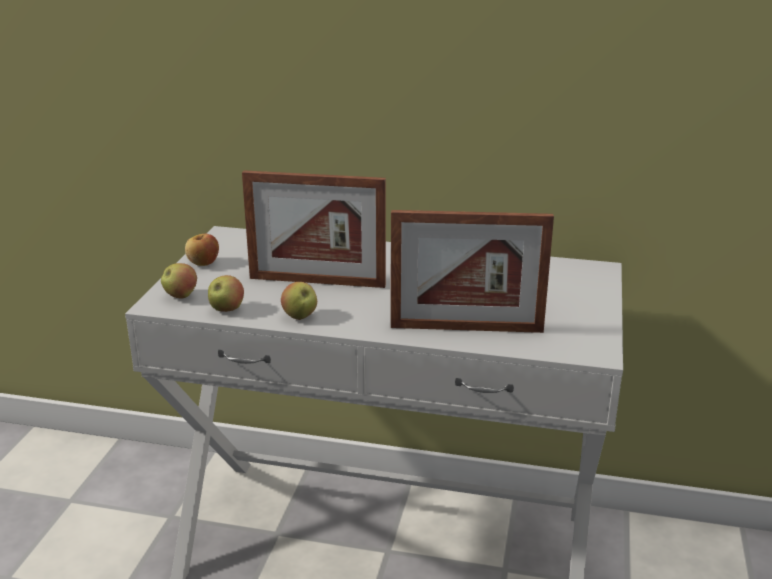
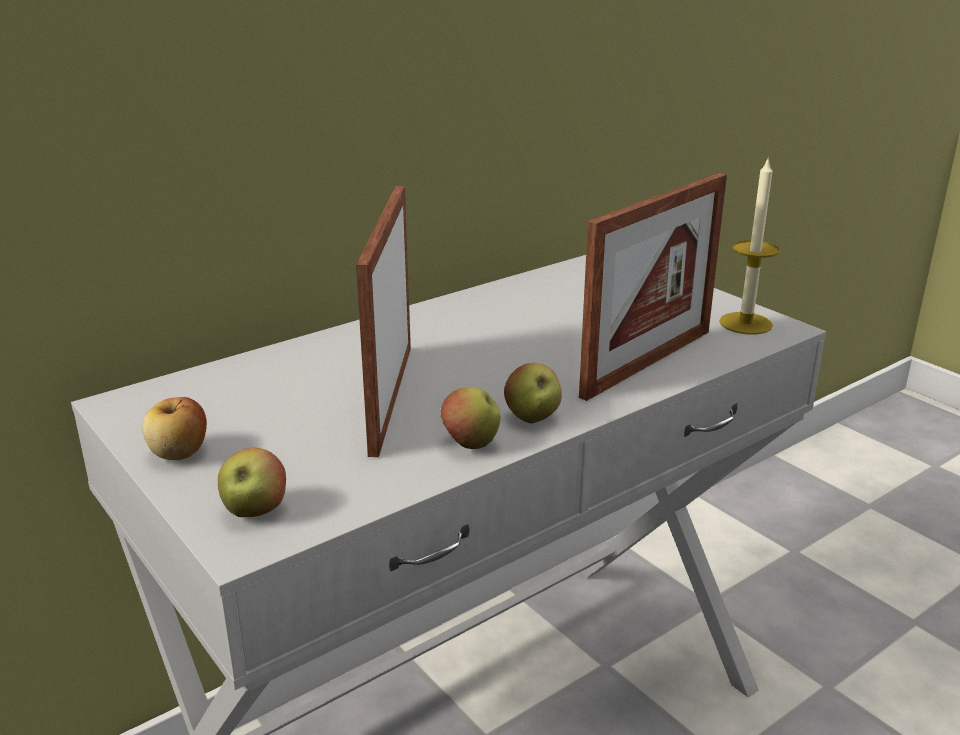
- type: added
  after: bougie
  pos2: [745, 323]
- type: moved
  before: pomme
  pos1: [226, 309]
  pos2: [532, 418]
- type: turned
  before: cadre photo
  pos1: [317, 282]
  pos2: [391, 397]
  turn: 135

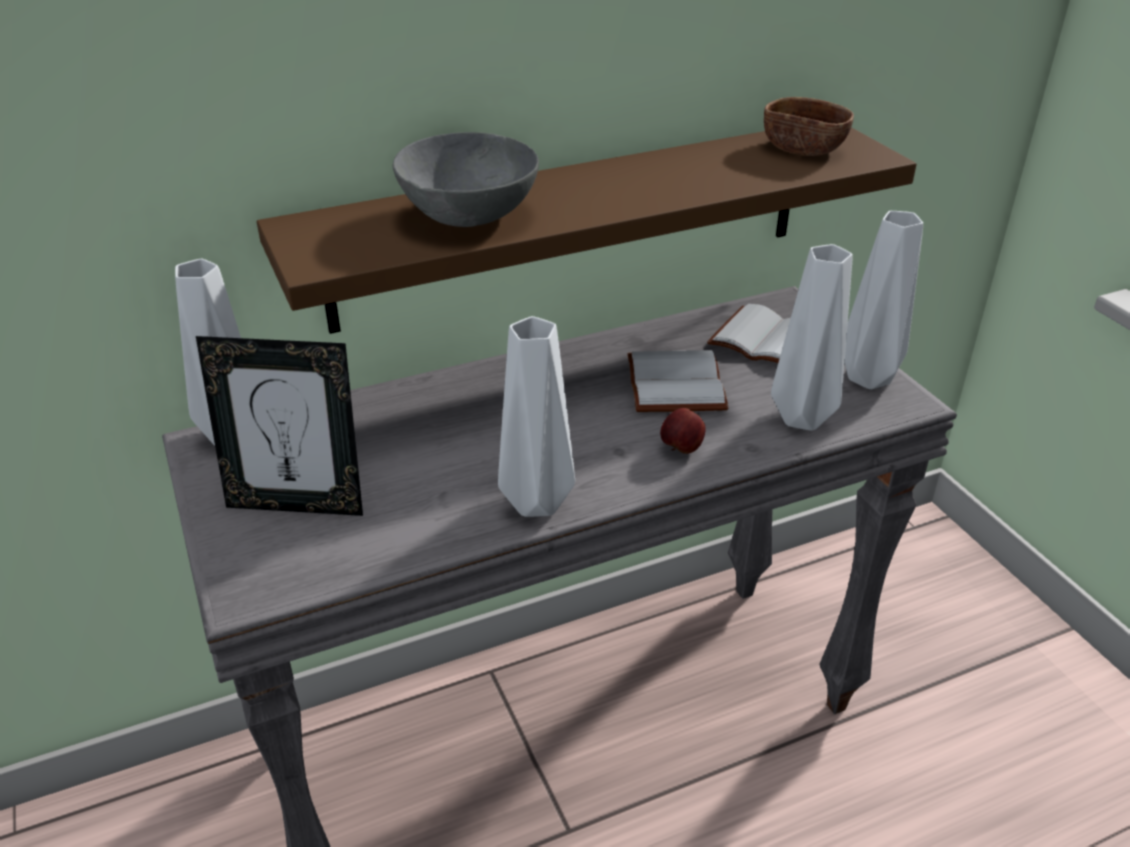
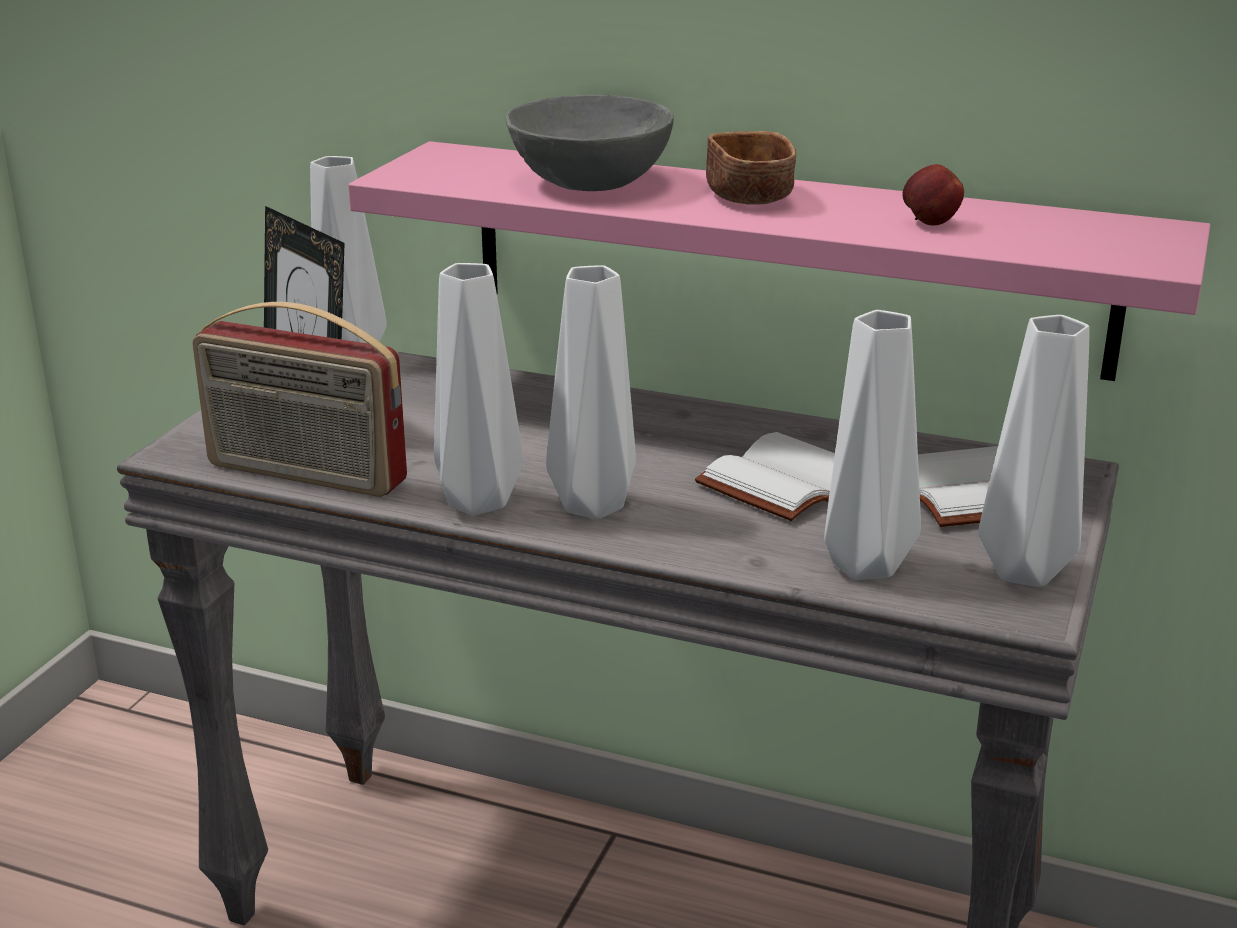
- type: added
  after: radio
  pos2: [304, 475]
- type: added
  after: vase/blanc
  pos2: [591, 507]
- type: moved
  before: pomme
  pos1: [681, 449]
  pos2: [929, 223]
- type: moved
  before: bol/marron
  pos1: [803, 148]
  pos2: [749, 197]
- type: recoloured
  before: étagère/marron
  after: étagère/rose
  pos1: [574, 223]
  pos2: [783, 257]

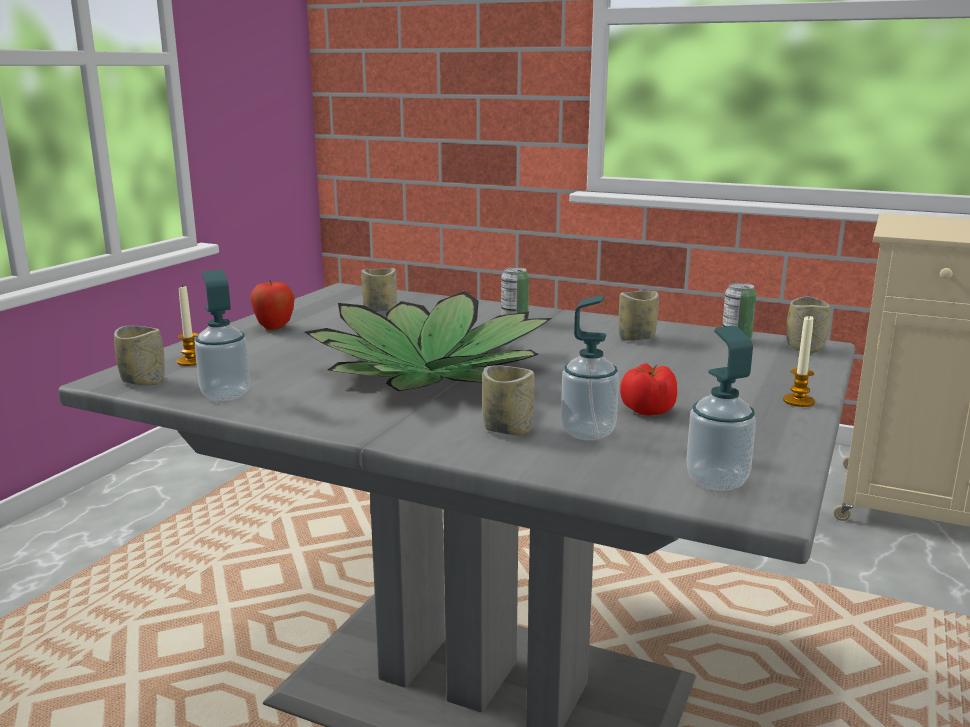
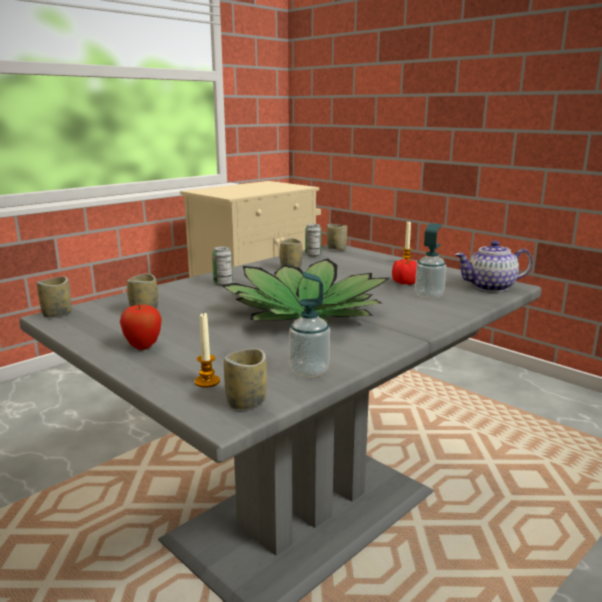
- type: moved
  before: tasse
  pos1: [508, 429]
  pos2: [57, 314]
- type: replaced
  before: distributeur de savon
  after: théière
  pos1: [716, 481]
  pos2: [490, 287]

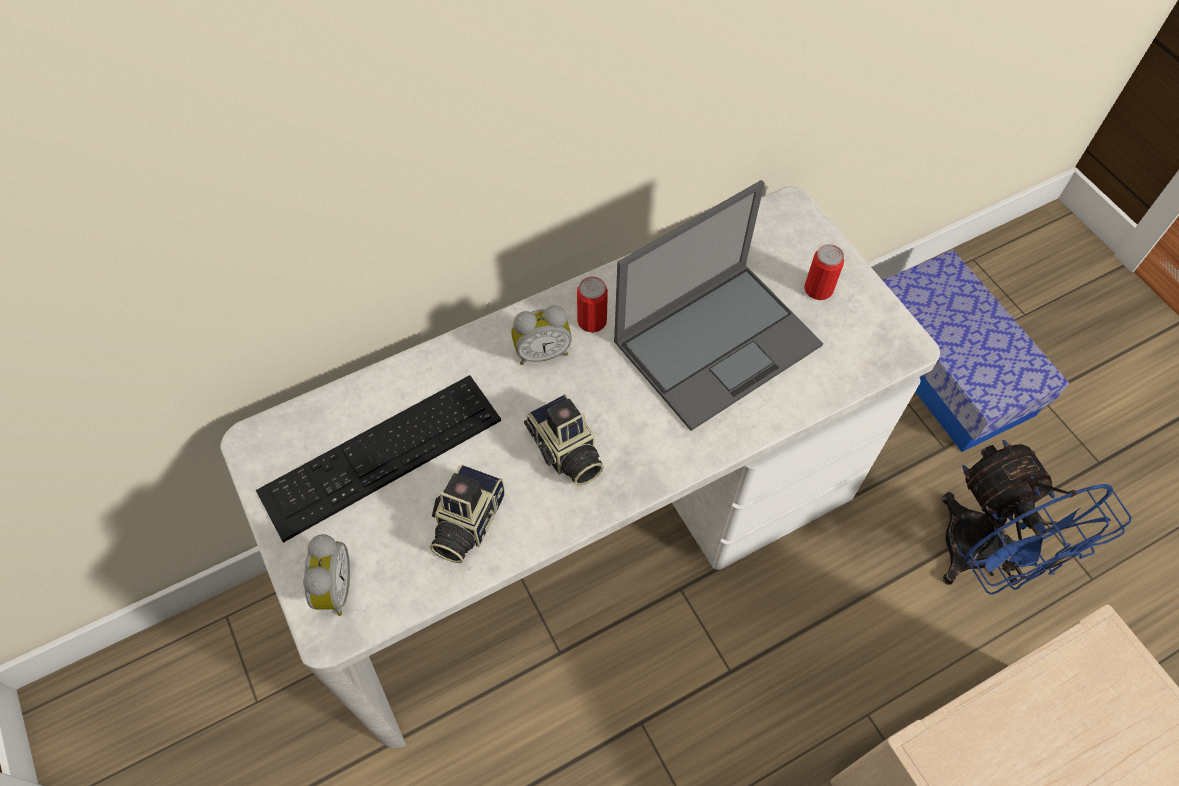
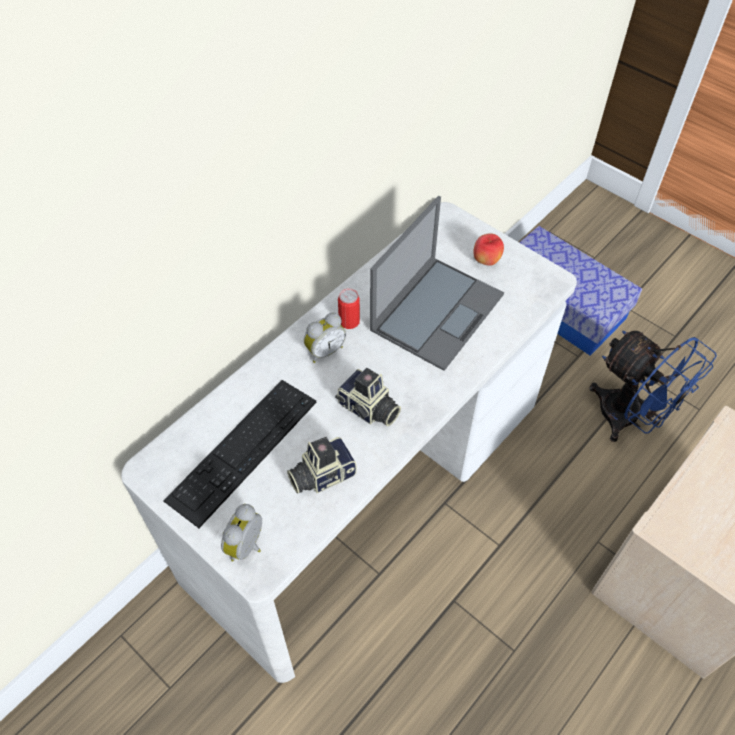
- type: replaced
  before: boîte métallique
  after: pomme
  pos1: [818, 289]
  pos2: [486, 261]
- type: turned
  before: réveil
  pos1: [333, 589]
  pos2: [248, 546]
  turn: -135
- type: turned
  before: appareil photo
  pos1: [465, 522]
  pos2: [321, 474]
  turn: 60

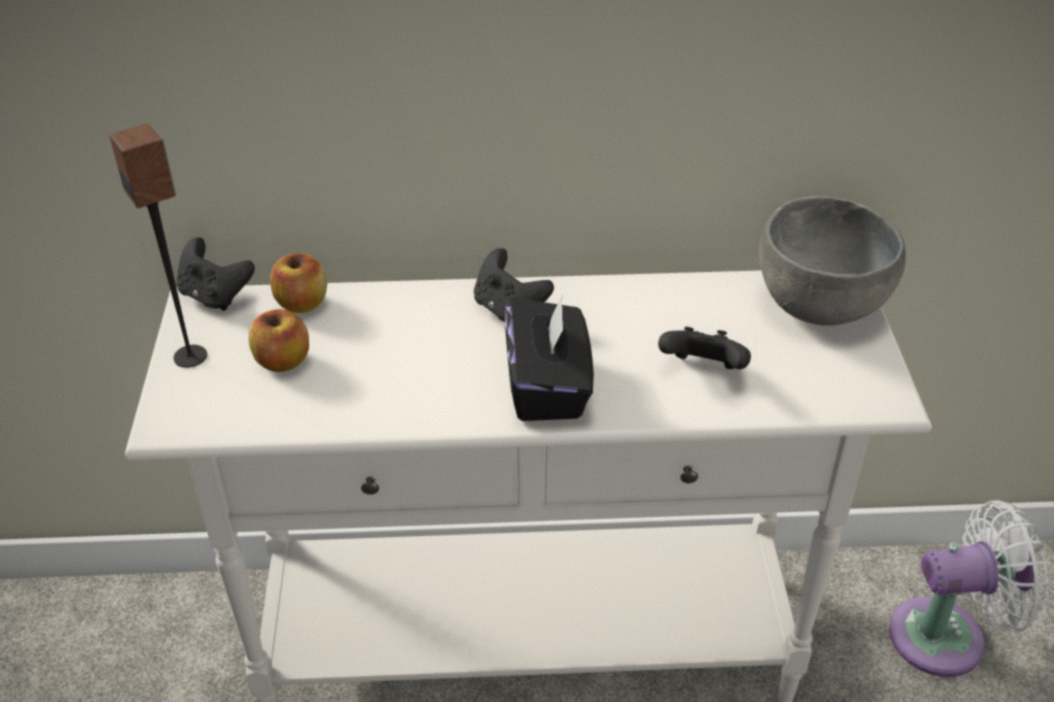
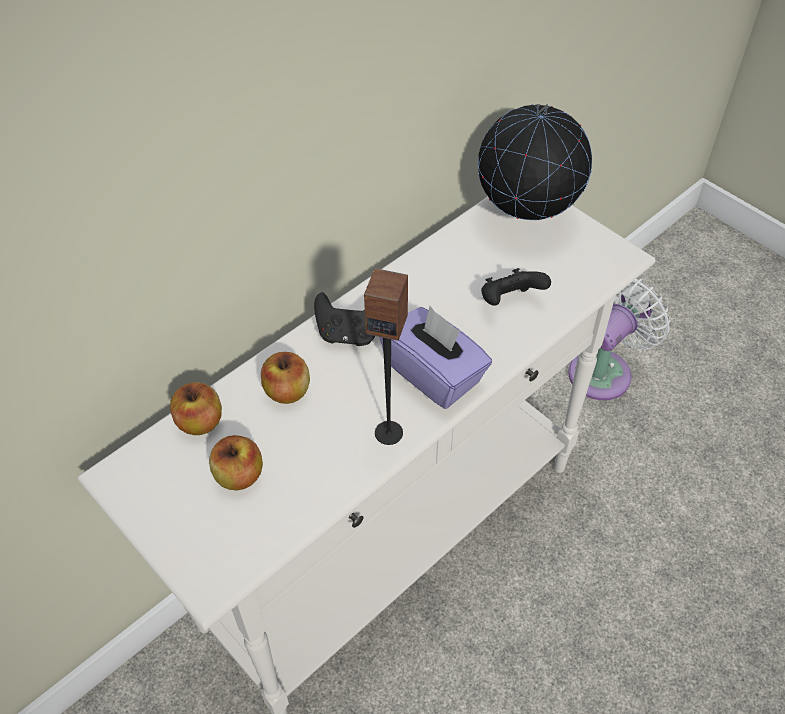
- type: removed
  before: manette/noir
  pos1: [215, 296]
- type: added
  after: pomme
  pos2: [287, 391]
- type: moved
  before: enceinte
  pos1: [191, 356]
  pos2: [389, 432]
- type: replaced
  before: bol/gris
  after: globe
  pos1: [817, 307]
  pos2: [526, 216]
- type: recoloured
  before: boîte à mouchoirs/noir
  after: boîte à mouchoirs/violet
  pos1: [547, 386]
  pos2: [434, 374]

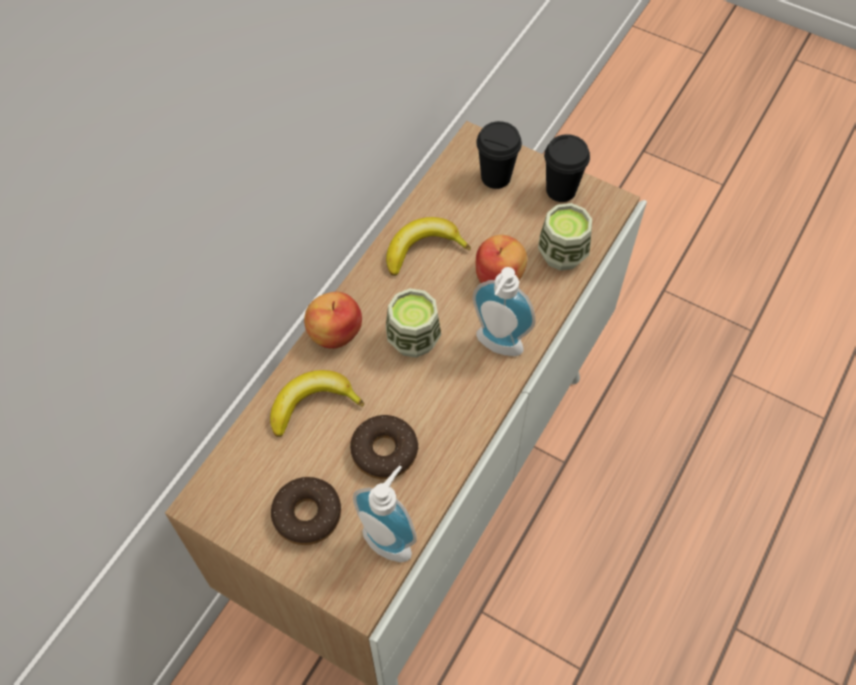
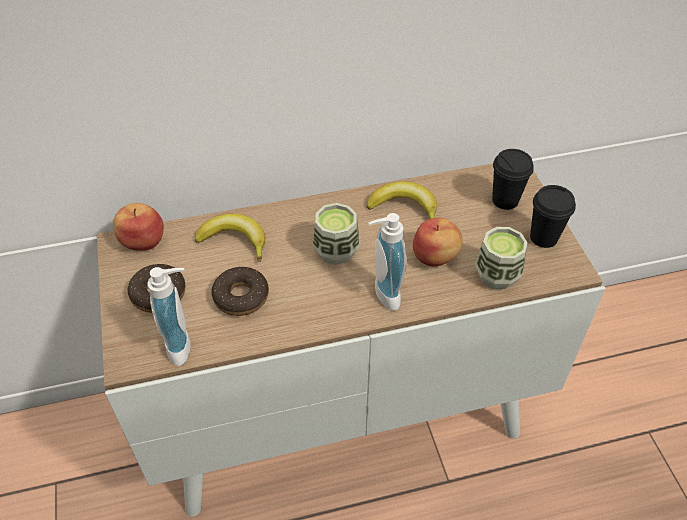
- type: moved
  before: pomme
  pos1: [335, 332]
  pos2: [142, 240]

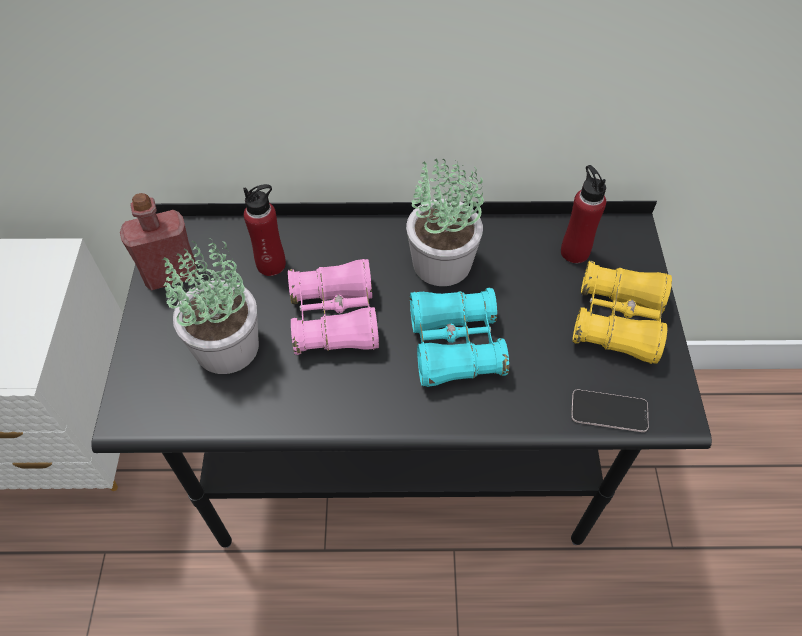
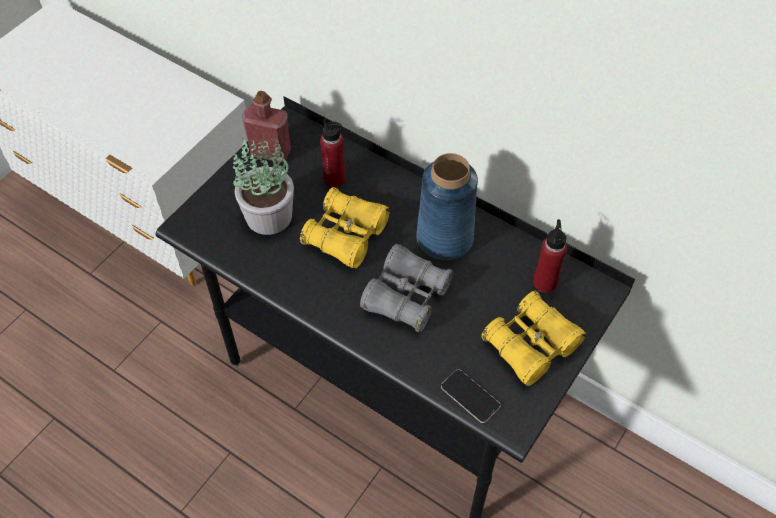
- type: replaced
  before: plante en pot
  after: vase/bleu
  pos1: [442, 264]
  pos2: [444, 239]
- type: recoloured
  before: jumelles/rose
  after: jumelles/jaune
  pos1: [335, 318]
  pos2: [346, 235]
- type: recoloured
  before: jumelles/turquoise
  after: jumelles/gris
  pos1: [455, 346]
  pos2: [406, 296]

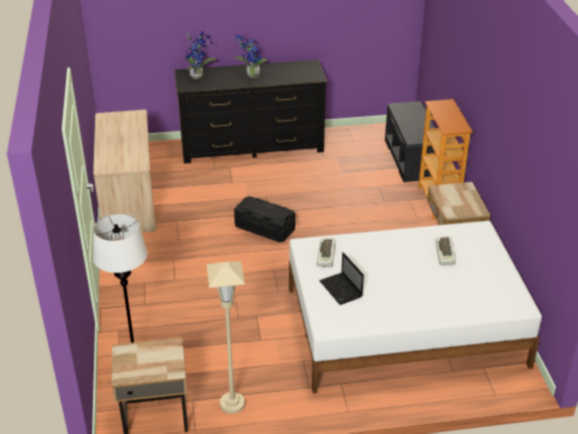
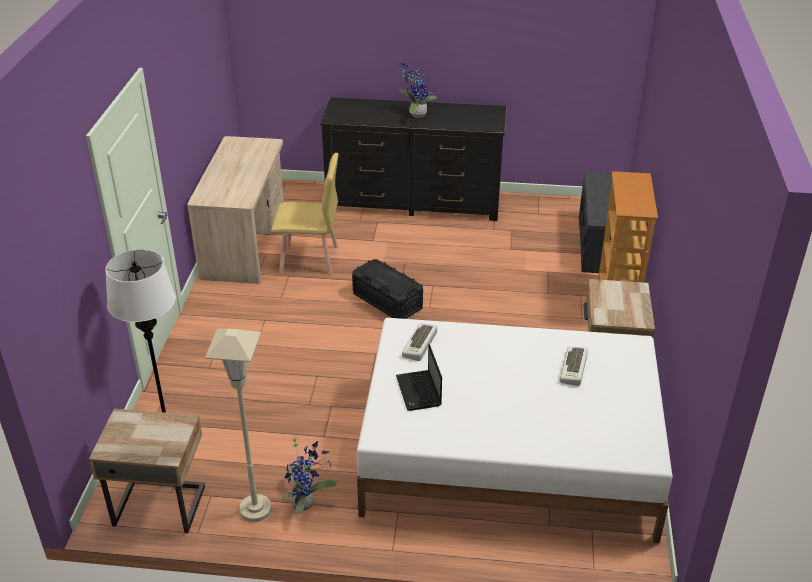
- type: added
  after: chaise/jaune
  pos2: [309, 259]
- type: moved
  before: plante en pot
  pos1: [198, 76]
  pos2: [306, 502]

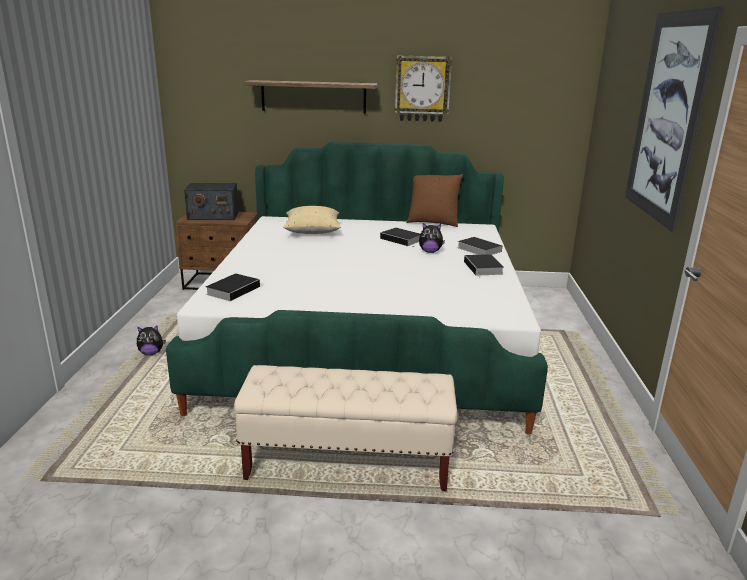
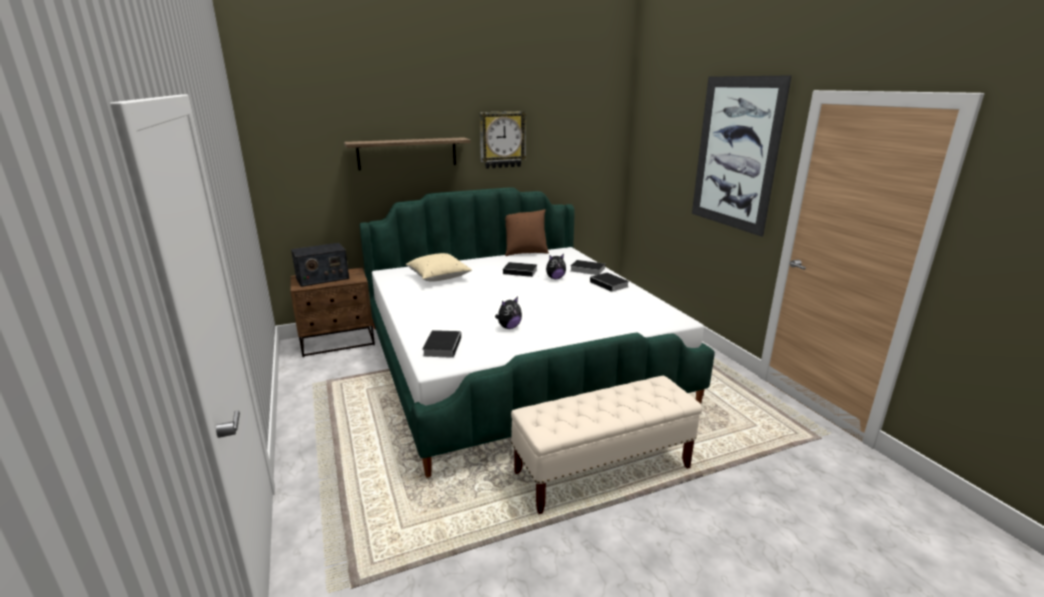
- type: moved
  before: peluche
  pos1: [151, 353]
  pos2: [509, 327]

